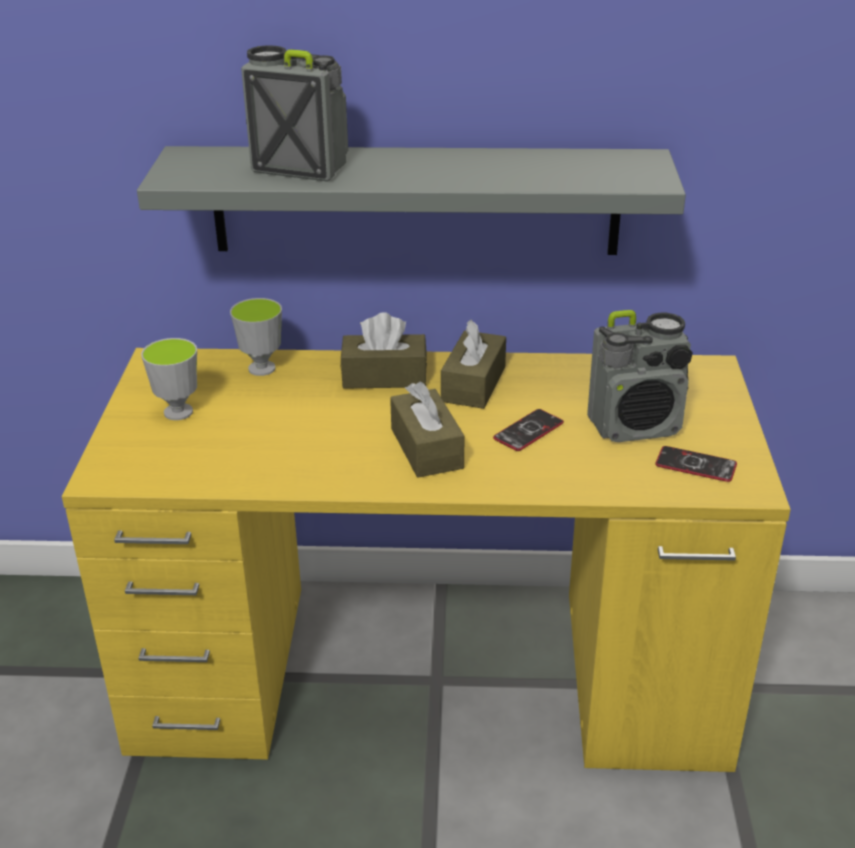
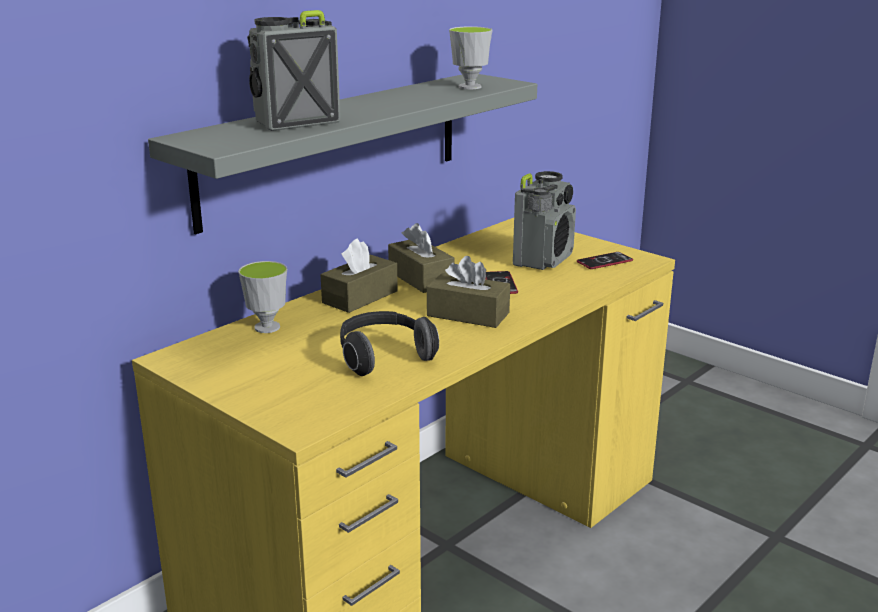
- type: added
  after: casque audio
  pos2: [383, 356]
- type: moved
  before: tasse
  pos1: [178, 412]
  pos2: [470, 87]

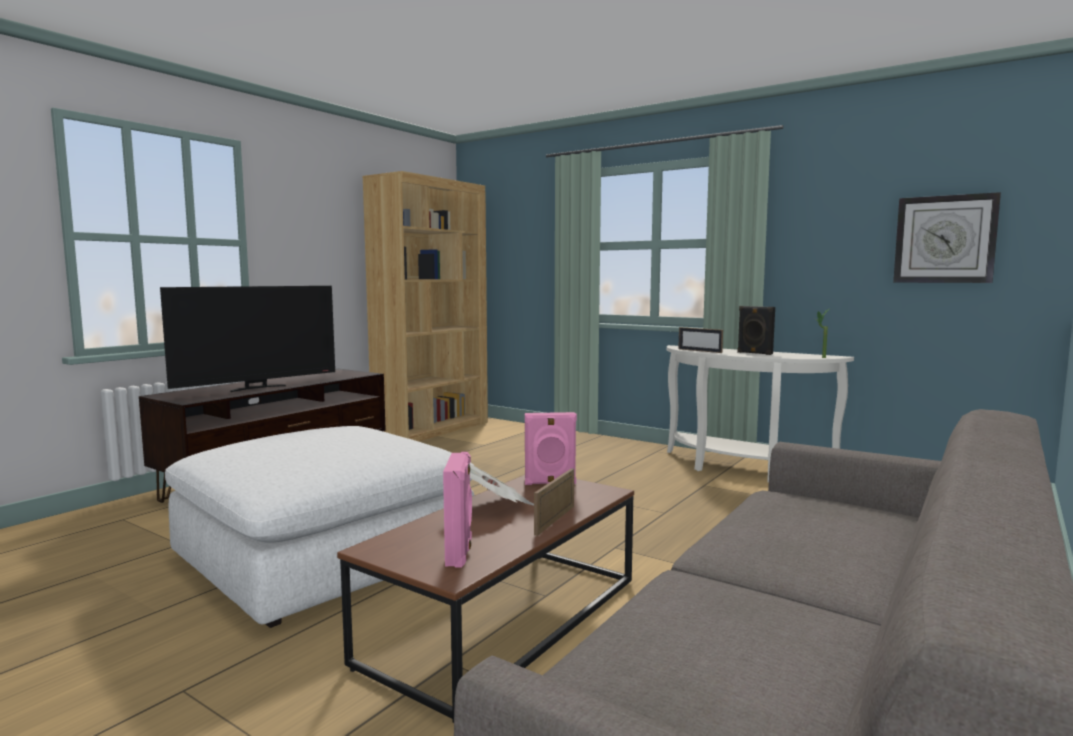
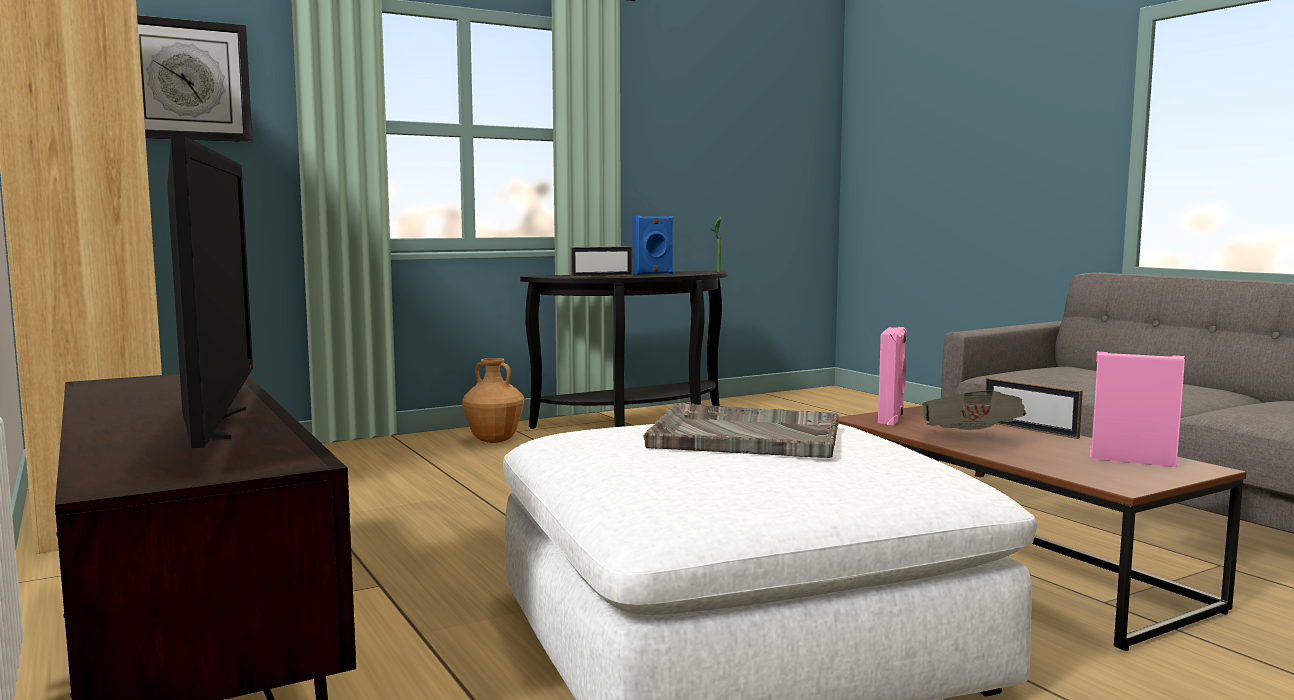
- type: added
  after: vase/marron
  pos2: [493, 441]
- type: added
  after: plateau/gris
  pos2: [743, 435]
- type: moved
  before: horloge murale
  pos1: [944, 239]
  pos2: [186, 80]
- type: recoloured
  before: table console/blanc
  after: table console/noir
  pos1: [741, 470]
  pos2: [641, 421]
- type: recoloured
  before: enceinte/noir
  after: enceinte/bleu
  pos1: [754, 353]
  pos2: [653, 274]

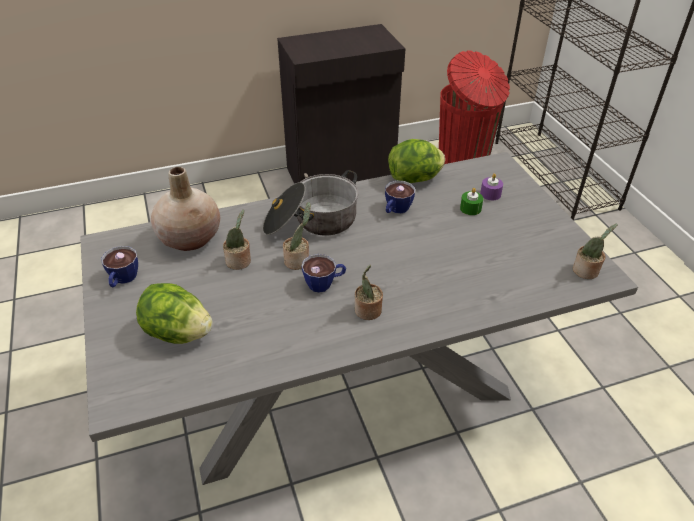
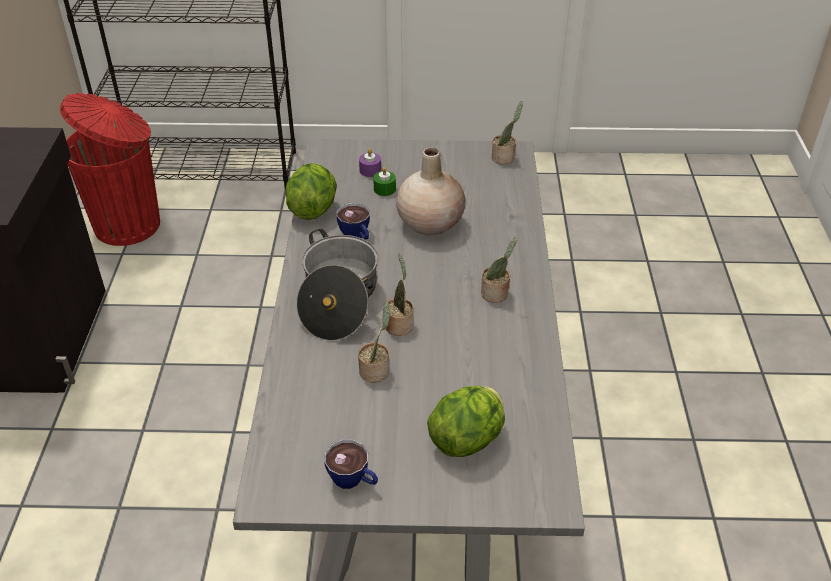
- type: removed
  before: tasse
  pos1: [325, 283]
- type: moved
  before: vase/beige
  pos1: [190, 238]
  pos2: [430, 223]

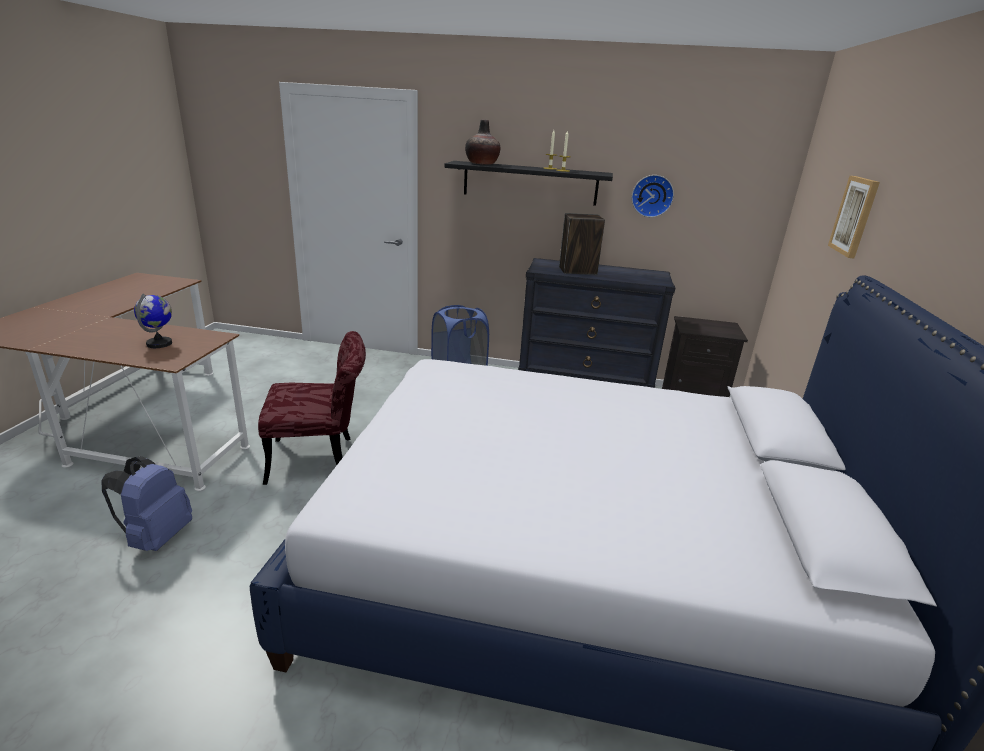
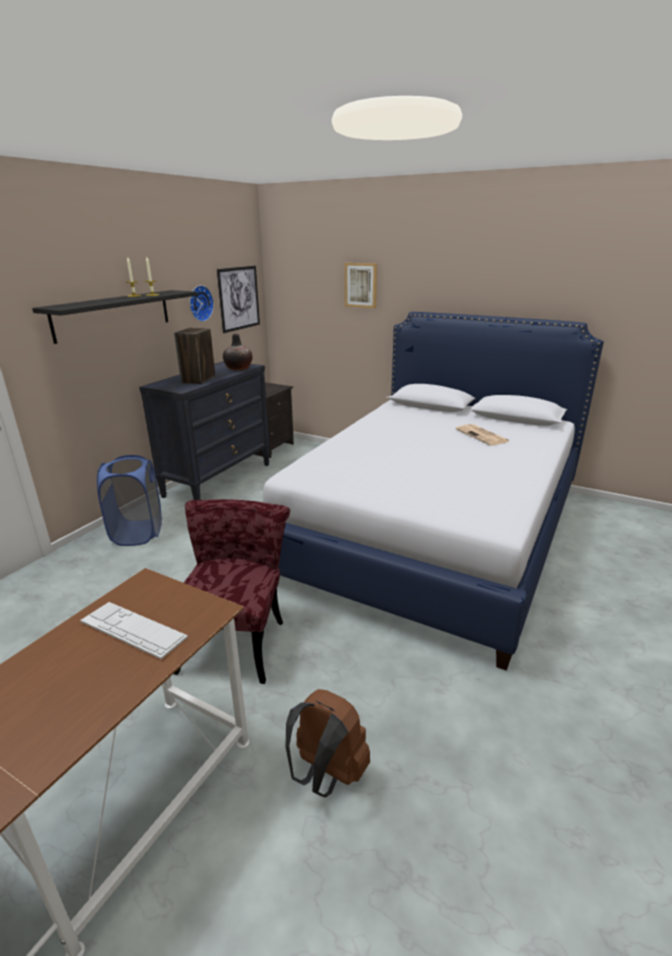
- type: added
  after: tableau
  pos2: [239, 298]
- type: added
  after: journal
  pos2: [482, 435]
- type: moved
  before: vase
  pos1: [482, 164]
  pos2: [238, 368]
- type: replaced
  before: globe
  after: clavier
  pos1: [159, 344]
  pos2: [133, 630]
- type: recoloured
  before: sac à dos/bleu
  after: sac à dos/marron
  pos1: [156, 537]
  pos2: [326, 774]

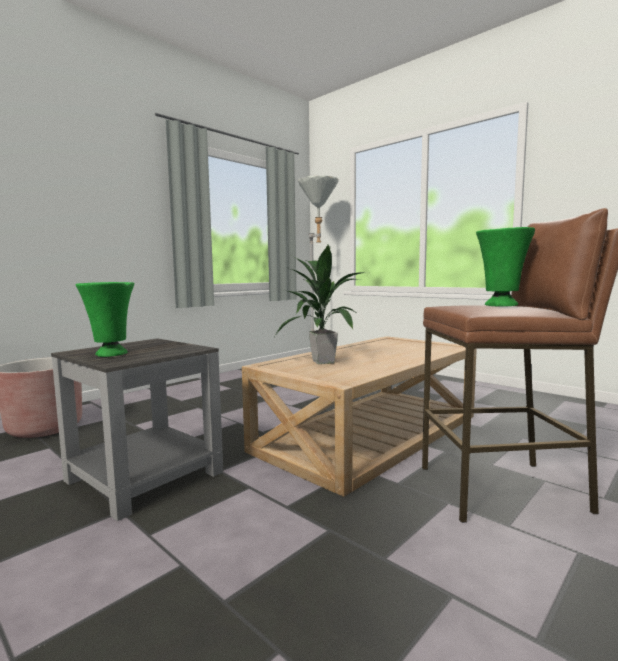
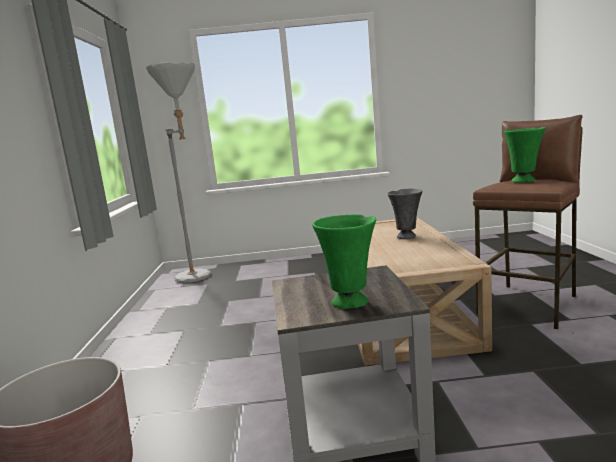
- type: removed
  before: plante en pot
  pos1: [323, 361]
- type: added
  after: vase/gris
  pos2: [407, 237]

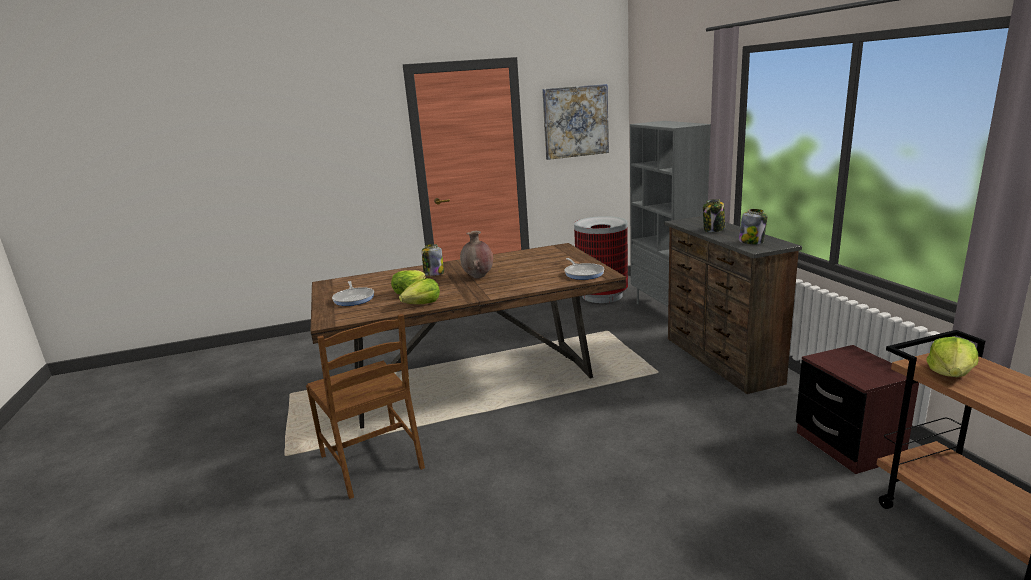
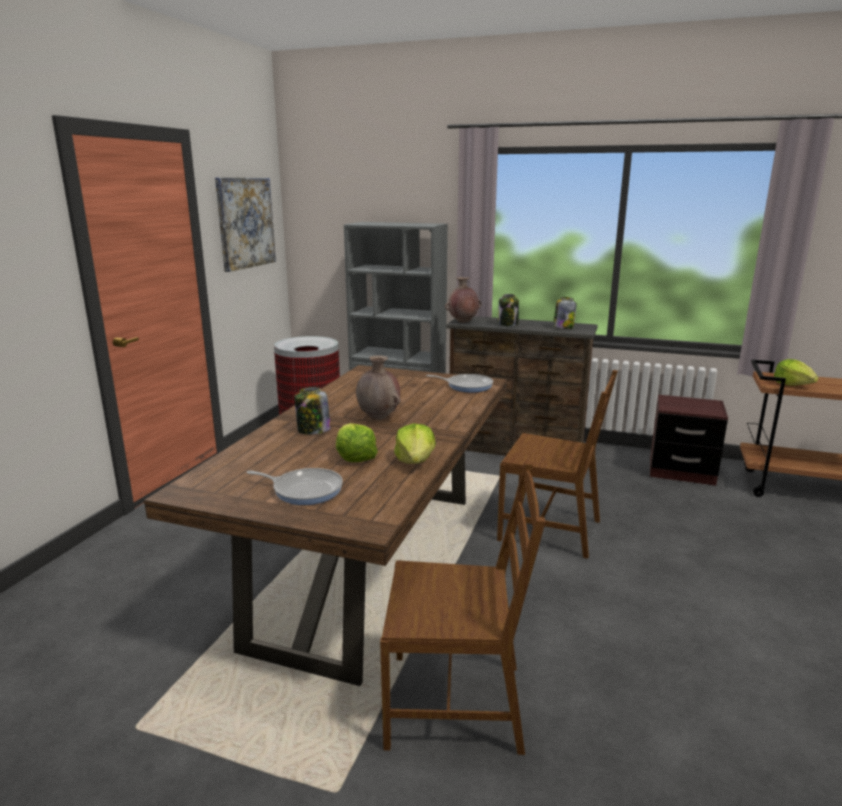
- type: added
  after: vase/marron
  pos2: [462, 321]
- type: added
  after: chaise/marron
  pos2: [551, 529]

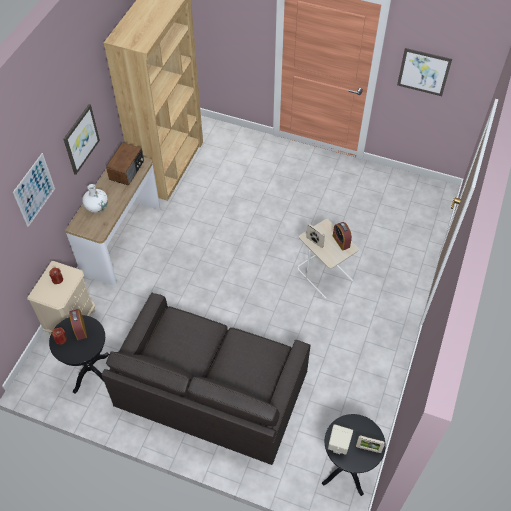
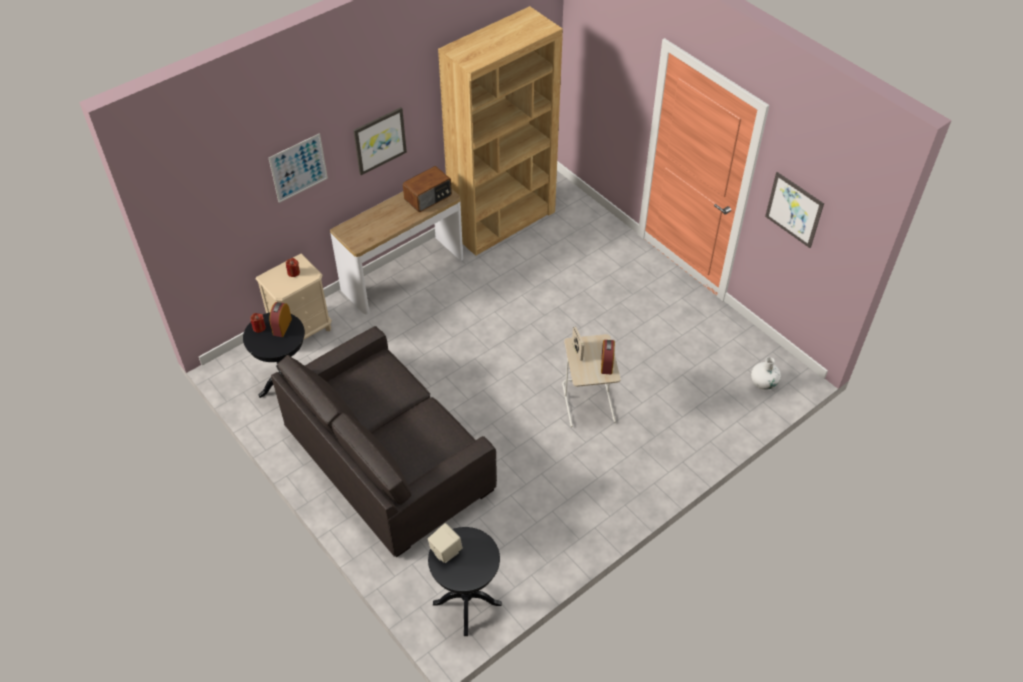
- type: removed
  before: cadre photo
  pos1: [368, 448]
- type: moved
  before: vase/blanc
  pos1: [97, 207]
  pos2: [763, 383]

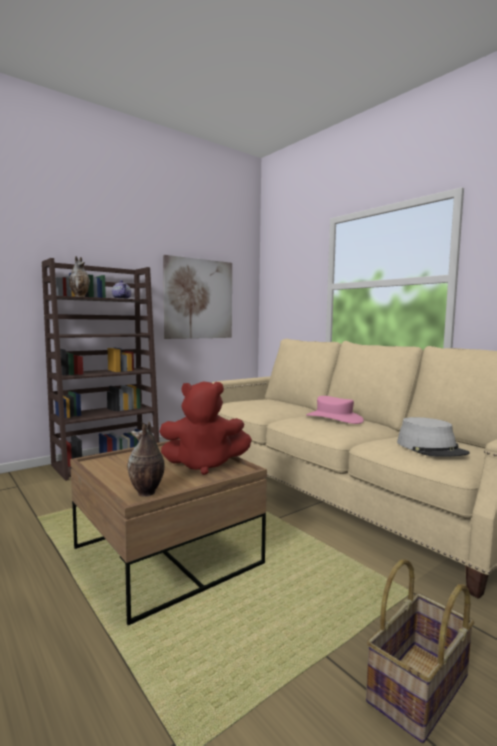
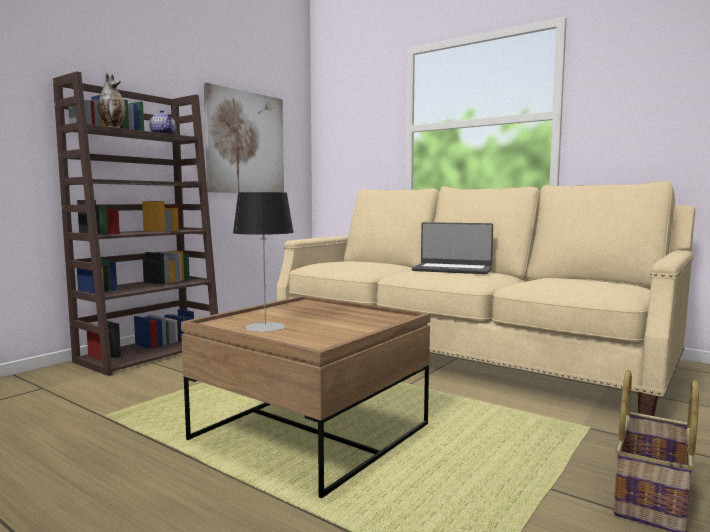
- type: removed
  before: vase
  pos1: [146, 493]
- type: removed
  before: peluche/rouge
  pos1: [204, 465]
- type: removed
  before: chapeau/gris
  pos1: [431, 448]
- type: added
  after: lampe de table
  pos2: [265, 327]
- type: replaced
  before: chapeau/rose
  after: ordinateur portable
  pos1: [334, 418]
  pos2: [452, 269]

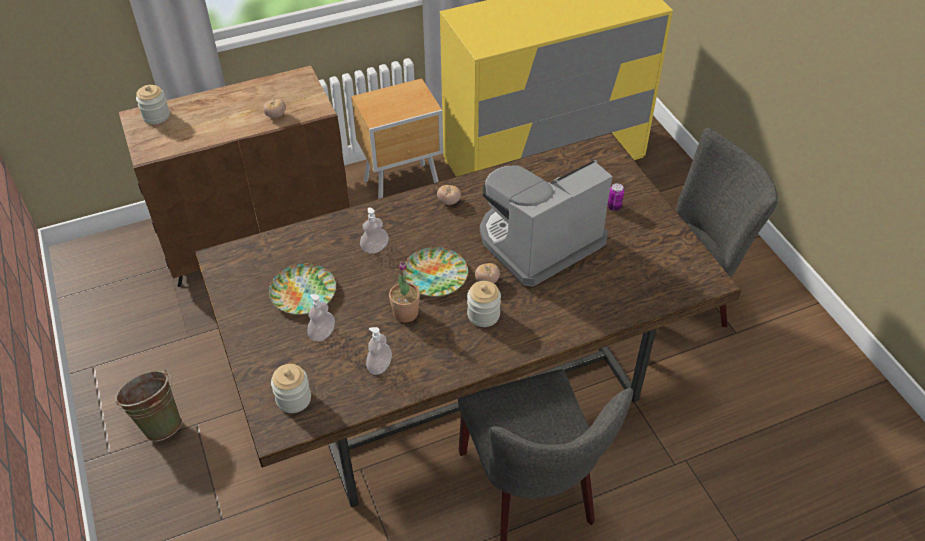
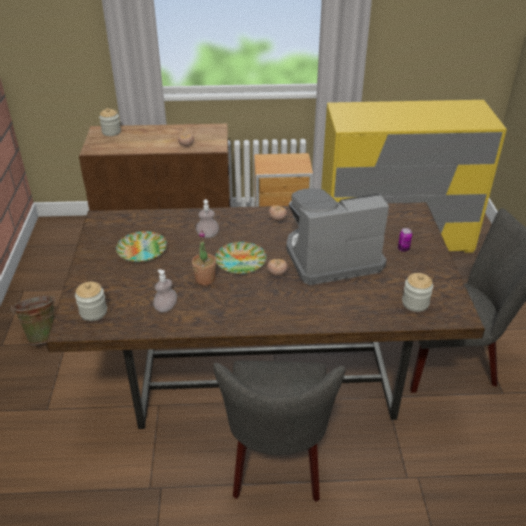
- type: removed
  before: distributeur de savon
  pos1: [322, 333]
- type: moved
  before: bocal
  pos1: [483, 315]
  pos2: [415, 303]

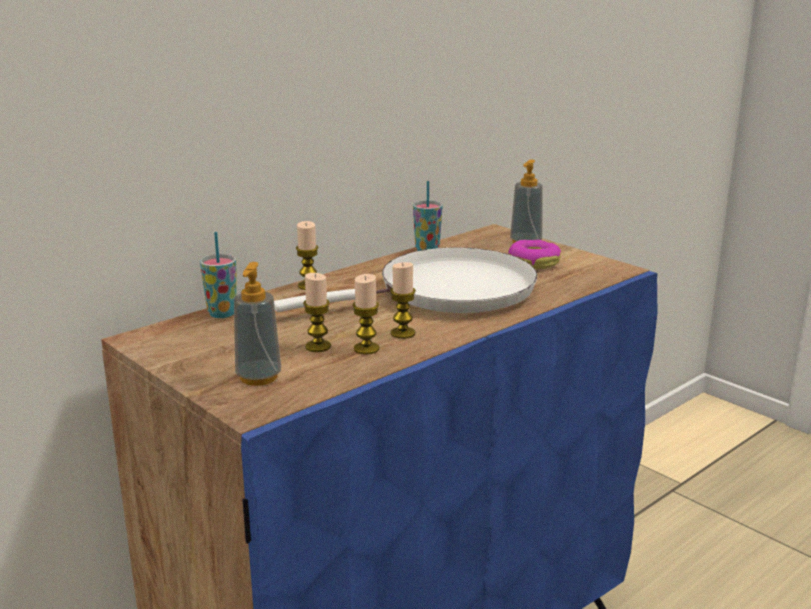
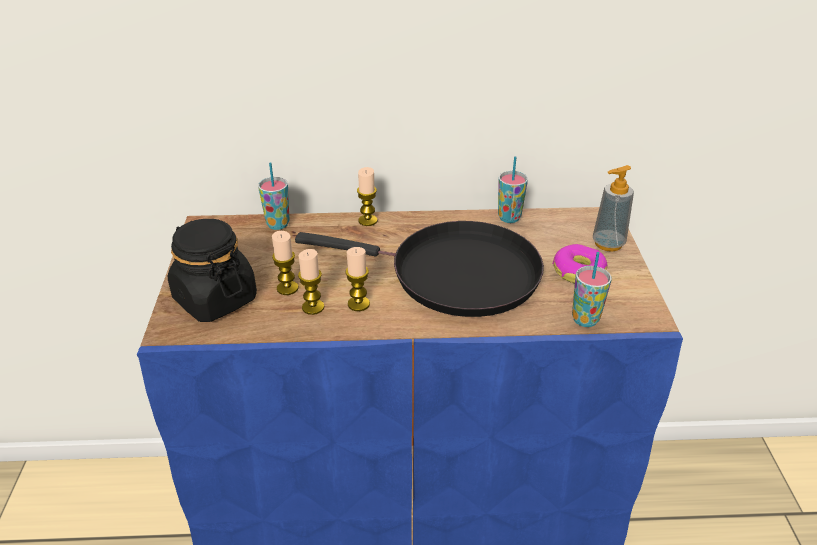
- type: added
  after: tasse
  pos2: [585, 319]
- type: replaced
  before: distributeur de savon
  after: bocal/noir
  pos1: [258, 377]
  pos2: [215, 299]
- type: recoloured
  before: poêle/blanc
  after: poêle/noir
  pos1: [447, 292]
  pos2: [455, 274]

